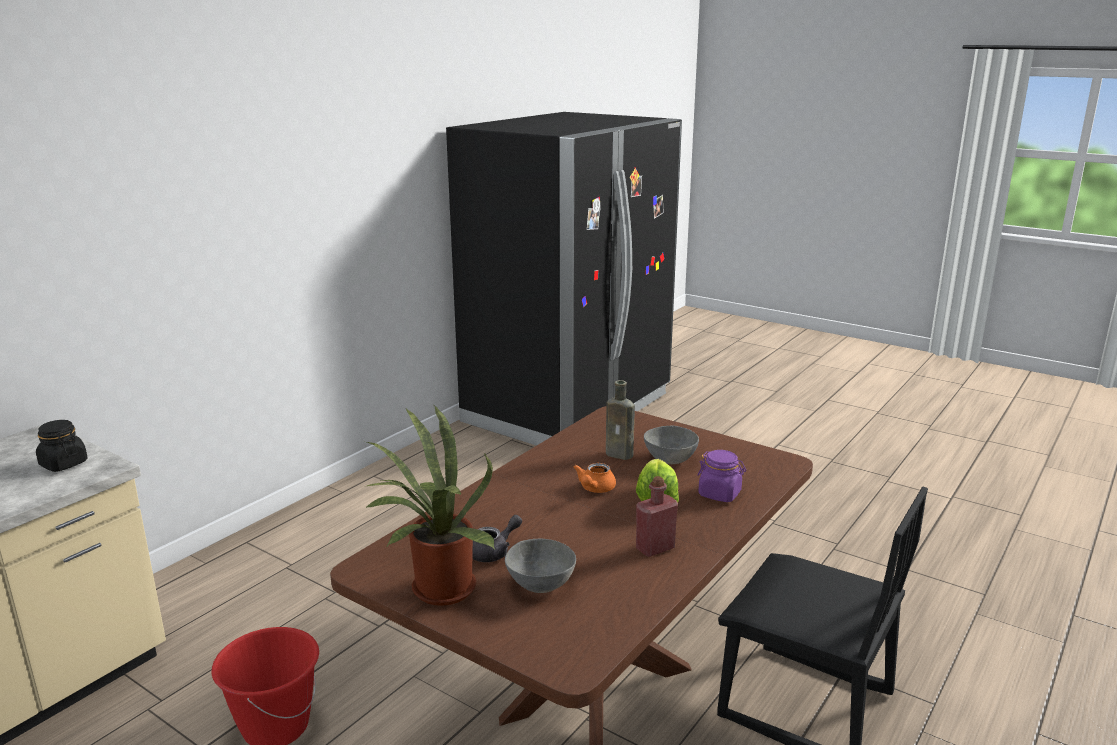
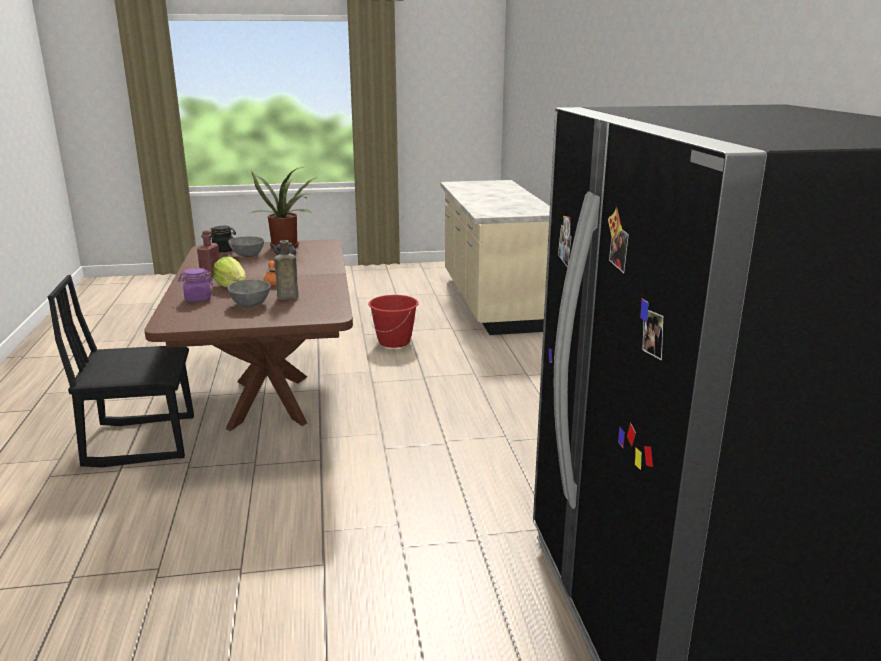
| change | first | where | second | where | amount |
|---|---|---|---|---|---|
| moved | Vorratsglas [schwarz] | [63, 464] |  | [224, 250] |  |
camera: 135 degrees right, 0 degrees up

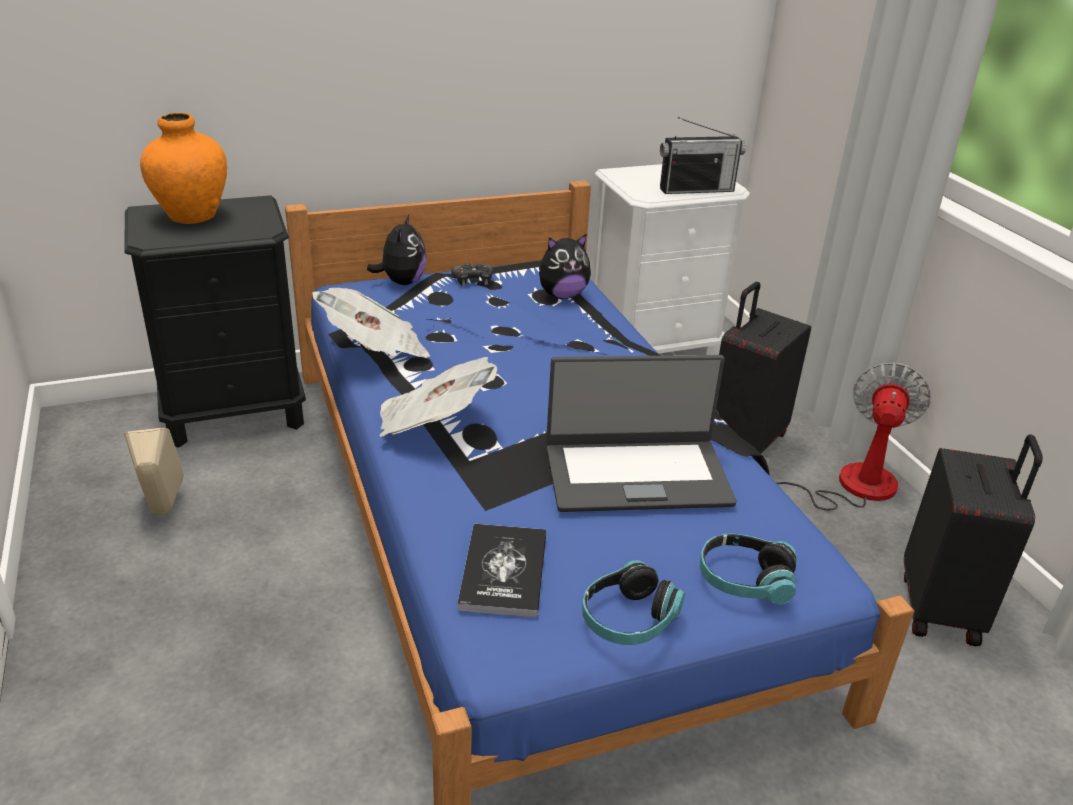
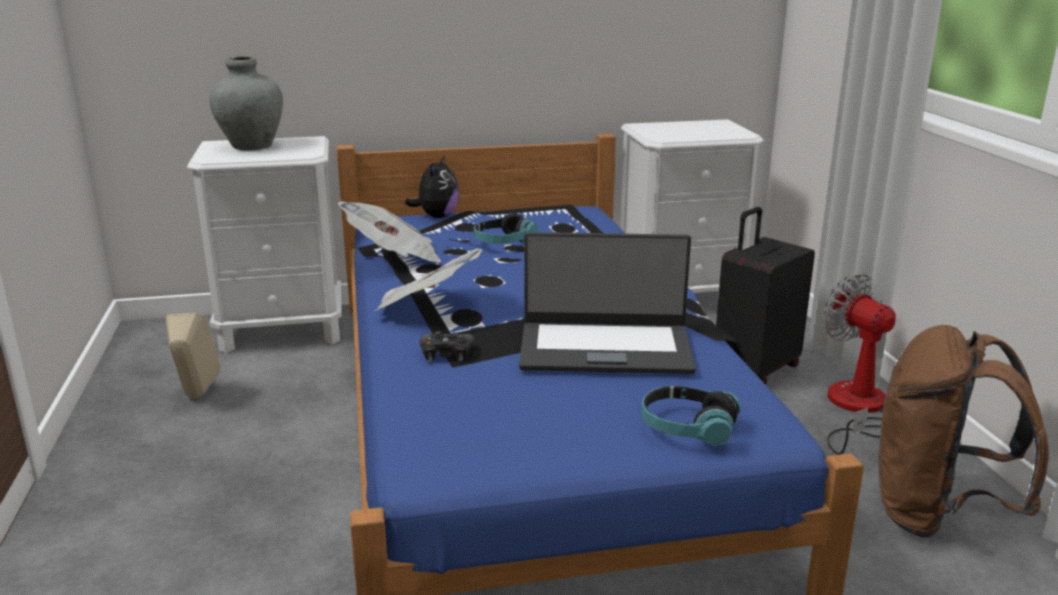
| change | first | where | second | where | amount |
|---|---|---|---|---|---|
| recoloured | Nachttisch [schwarz] | [235, 412] | Nachttisch [weiß] | [283, 330] |  |
| recoloured | Vase [orange] | [192, 216] | Vase [grau] | [252, 146] |  |
| moved | Gamepad [schwarz] | [473, 280] |  | [446, 353] |  |
| moved | Kopfhörer | [628, 619] |  | [503, 242] |  |
| turned | Ventilator | [848, 486] |  | [854, 409] | 60 degrees counterclockwise |
| replaced | Koffer [schwarz] | [942, 609] | Rucksack [braun] | [936, 514] |  |
| removed | Buch | [504, 571] |  |  |  |
| removed | Plüschtier | [562, 295] |  |  |  |
| removed | Radio | [696, 189] |  |  |  |
camera: 10 degrees right, 10 degrees down

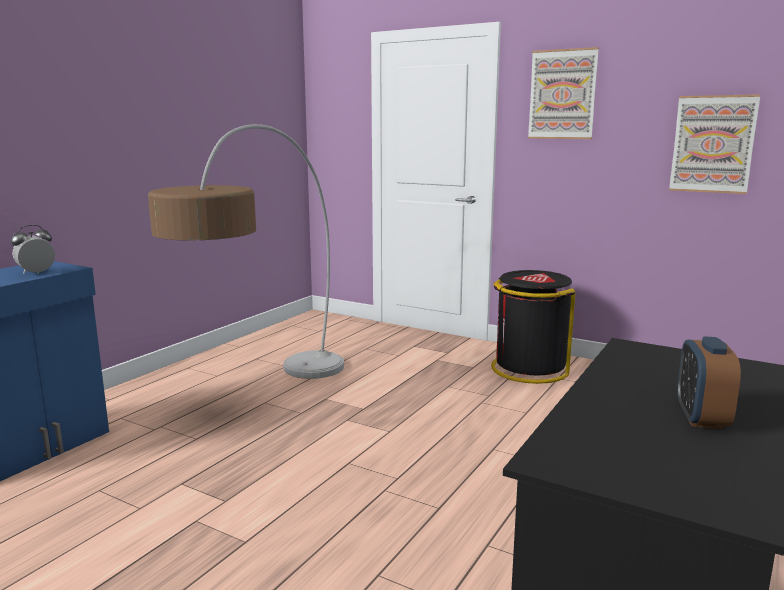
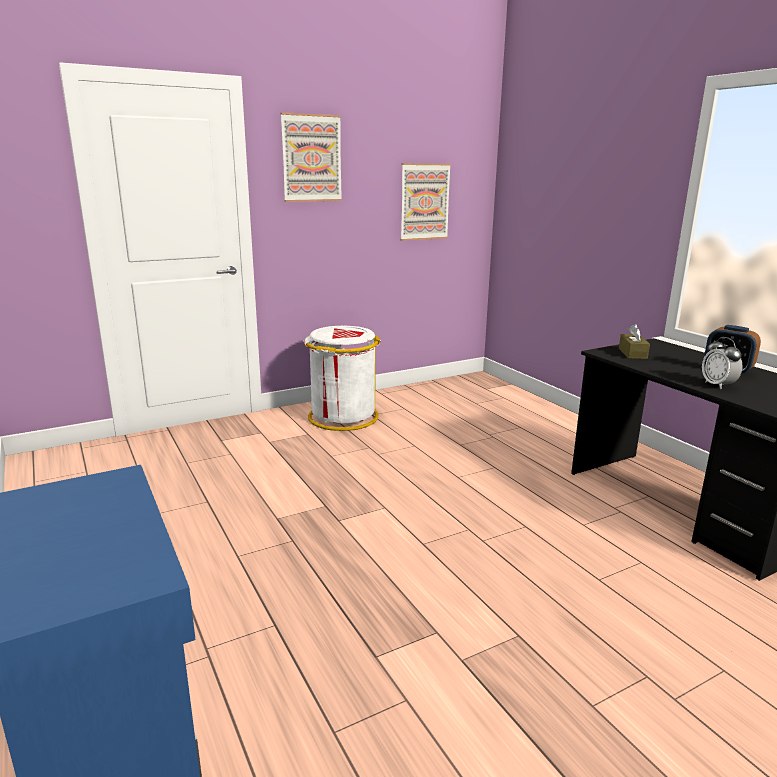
| change | first | where | second | where | amount |
|---|---|---|---|---|---|
| recoloured | Mülleimer [schwarz] | [529, 369] | Mülleimer [weiß] | [342, 417] |  |
| added |  |  | Taschentuchbox [braun] | [632, 353] |  |
| moved | Wecker | [36, 273] |  | [717, 385] |  |
| removed | Stehlampe | [263, 398] |  |  |  |
camera: 60 degrees left, 5 degrees up

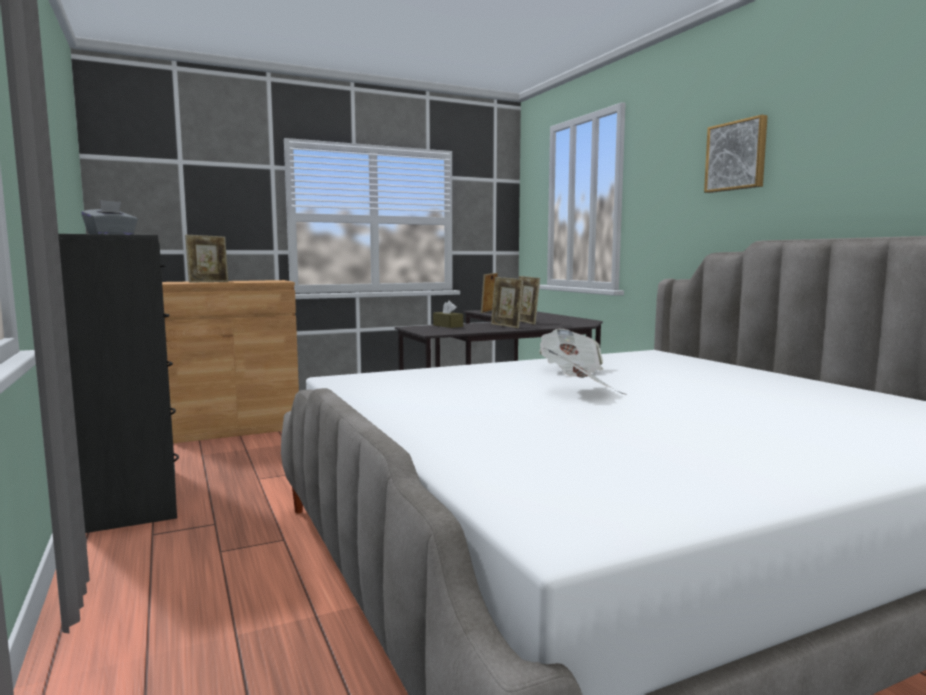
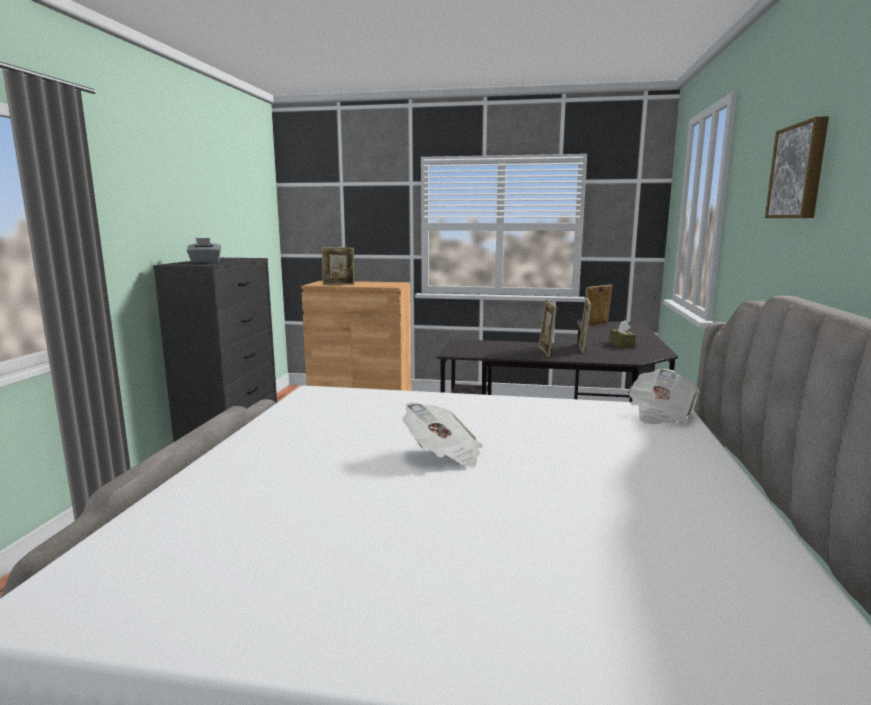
| change | first | where | second | where | amount |
|---|---|---|---|---|---|
| moved | Taschentuchbox [braun] | [448, 326] |  | [621, 344] |  |
| moved | Zeitung | [571, 370] |  | [660, 414] |  |
camera: 35 degrees right, 5 degrees up

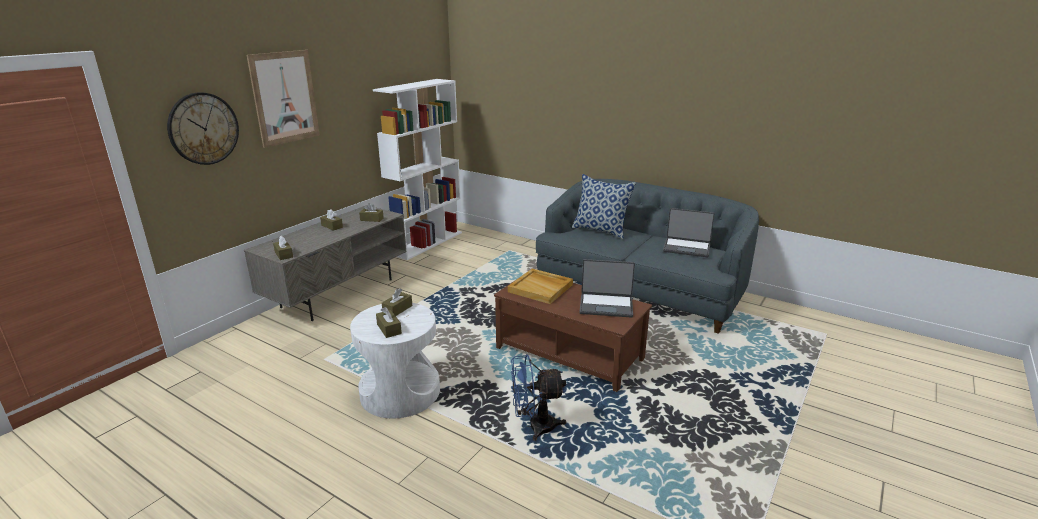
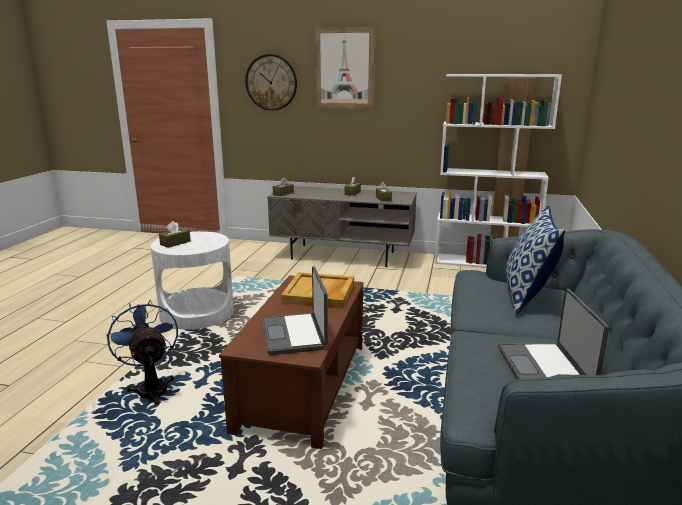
| change | first | where | second | where | amount |
|---|---|---|---|---|---|
| removed | Taschentuchbox [braun] | [397, 309] |  |  |  |
camera: 70 degrees right, 5 degrees down

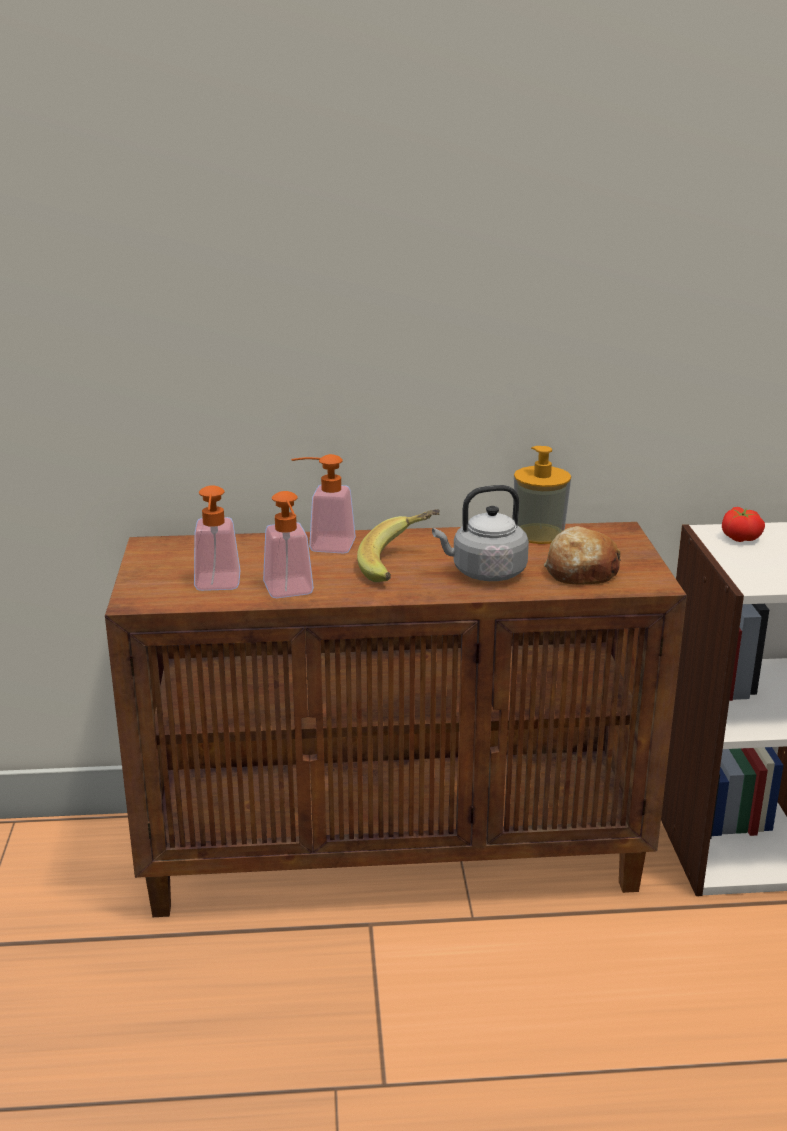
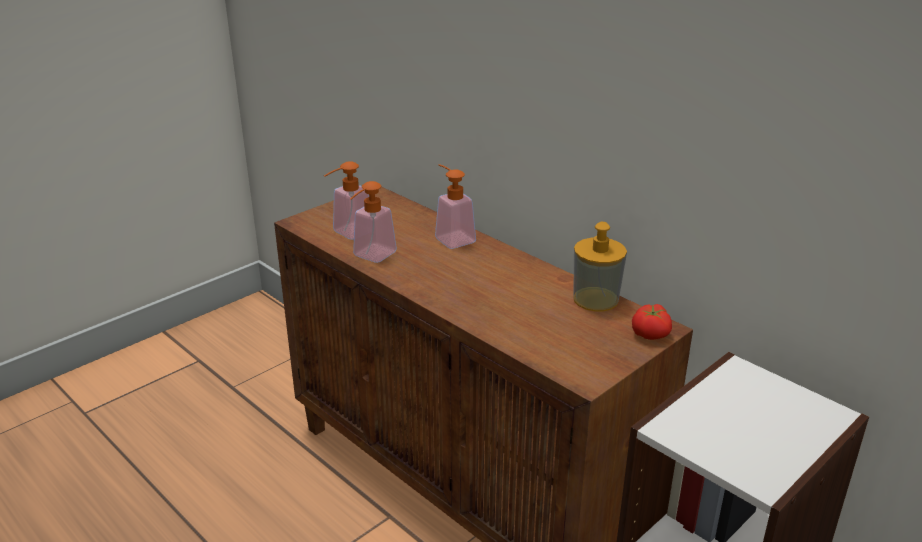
| change | first | where | second | where | amount |
|---|---|---|---|---|---|
| moved | Tomate | [741, 537] |  | [651, 334] |  |
| removed | Banane | [401, 566] |  |  |  |
| removed | Wasserkessel [grau] | [485, 573] |  |  |  |
| removed | Brot | [580, 571] |  |  |  |
camera: 50 degrees right, 5 degrees up

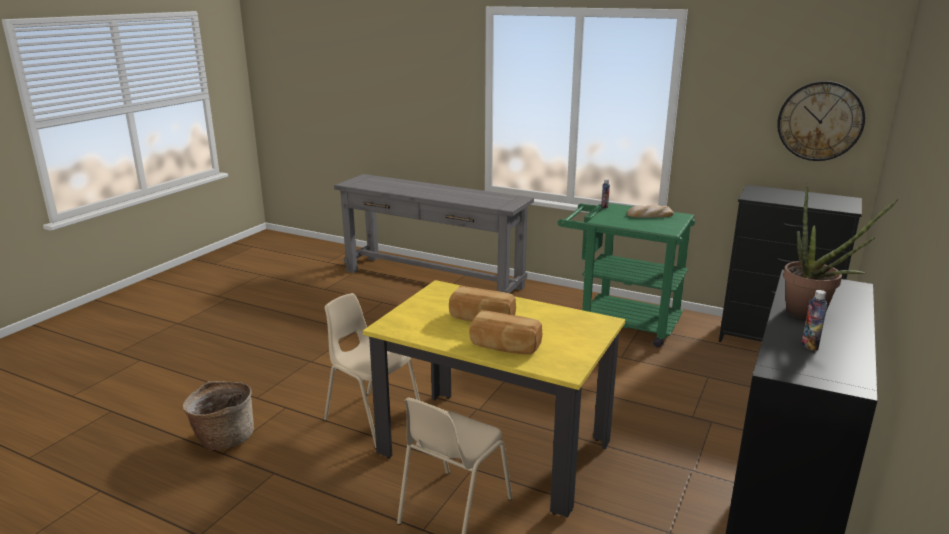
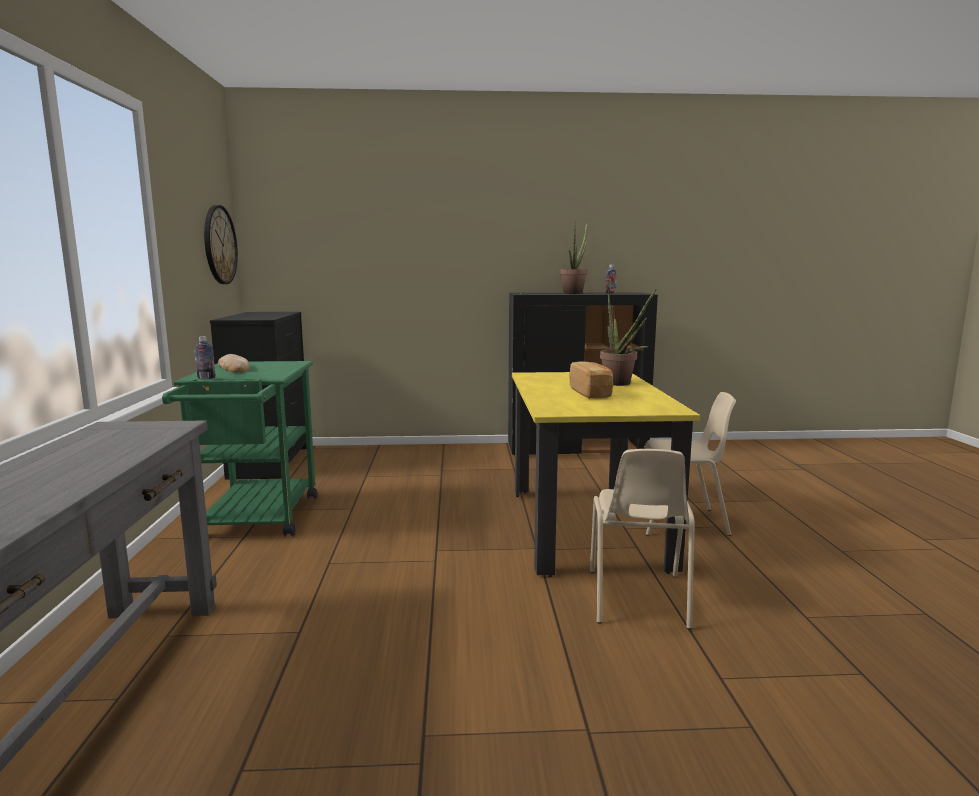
| change | first | where | second | where | amount |
|---|---|---|---|---|---|
| replaced | Brot | [505, 346] | Topfpflanze | [621, 384] |  |
| removed | Korb | [223, 438] |  |  |  |
camera: 120 degrees left, 10 degrees down

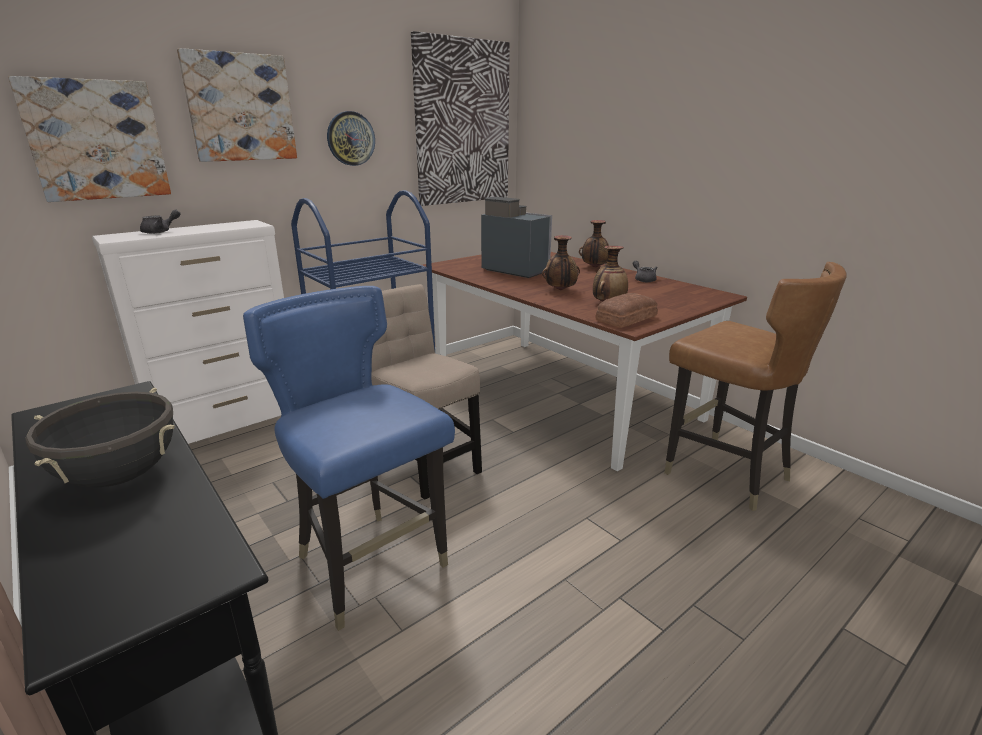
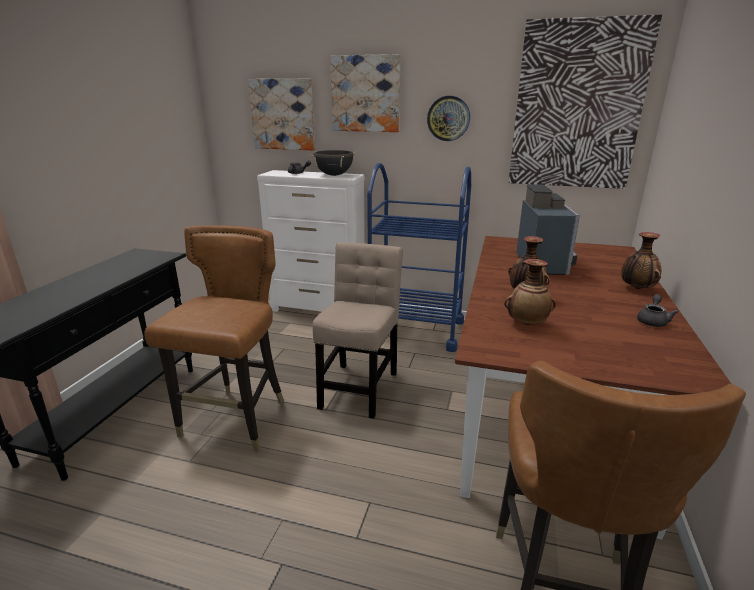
| change | first | where | second | where | amount |
|---|---|---|---|---|---|
| recoloured | Stuhl [blau] | [370, 566] | Stuhl [braun] | [236, 421] |  |
| moved | Kochtopf [schwarz] | [121, 476] |  | [334, 175] |  |
| removed | Brot | [624, 318] |  |  |  |
camera: 55 degrees right, 0 degrees up

